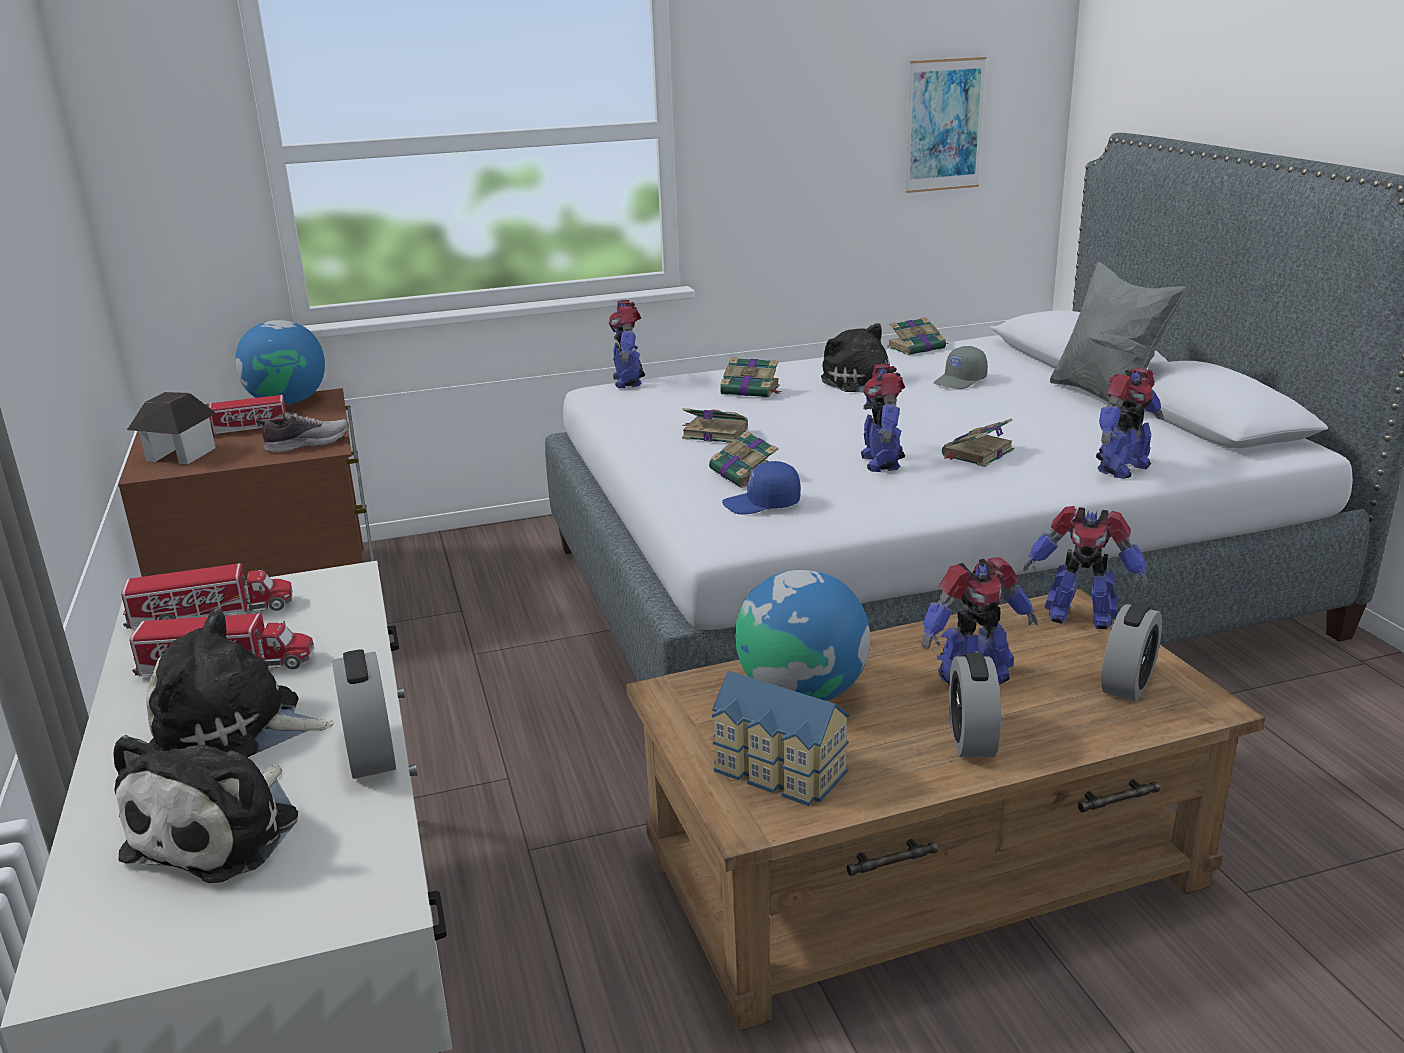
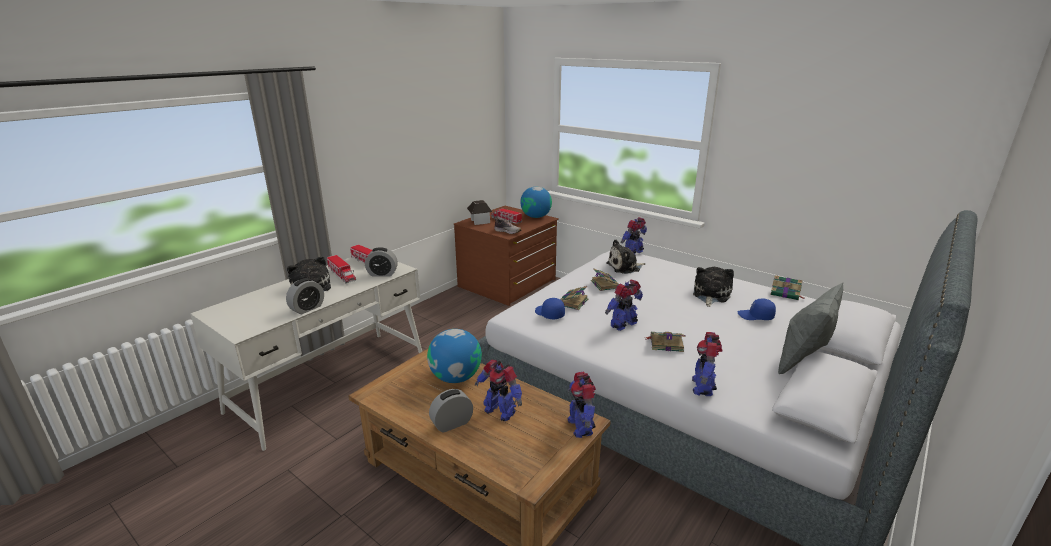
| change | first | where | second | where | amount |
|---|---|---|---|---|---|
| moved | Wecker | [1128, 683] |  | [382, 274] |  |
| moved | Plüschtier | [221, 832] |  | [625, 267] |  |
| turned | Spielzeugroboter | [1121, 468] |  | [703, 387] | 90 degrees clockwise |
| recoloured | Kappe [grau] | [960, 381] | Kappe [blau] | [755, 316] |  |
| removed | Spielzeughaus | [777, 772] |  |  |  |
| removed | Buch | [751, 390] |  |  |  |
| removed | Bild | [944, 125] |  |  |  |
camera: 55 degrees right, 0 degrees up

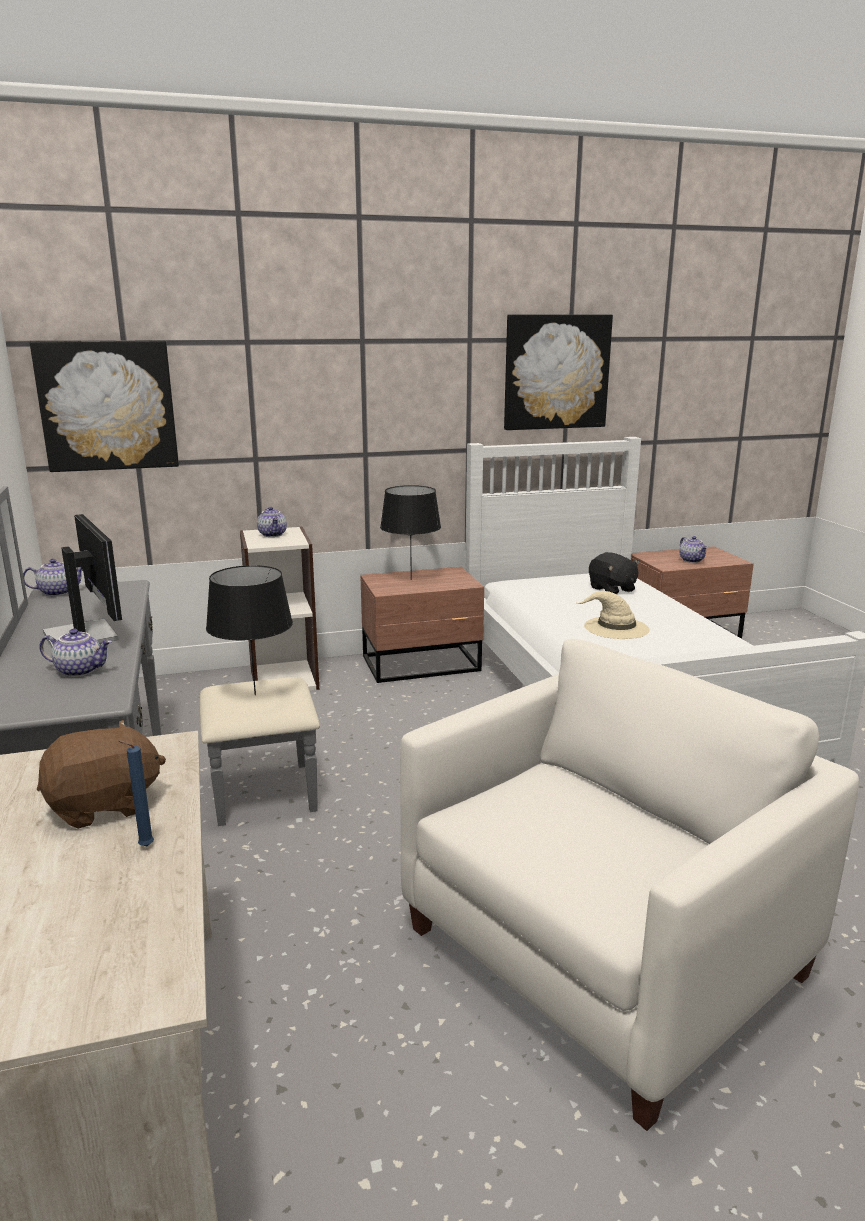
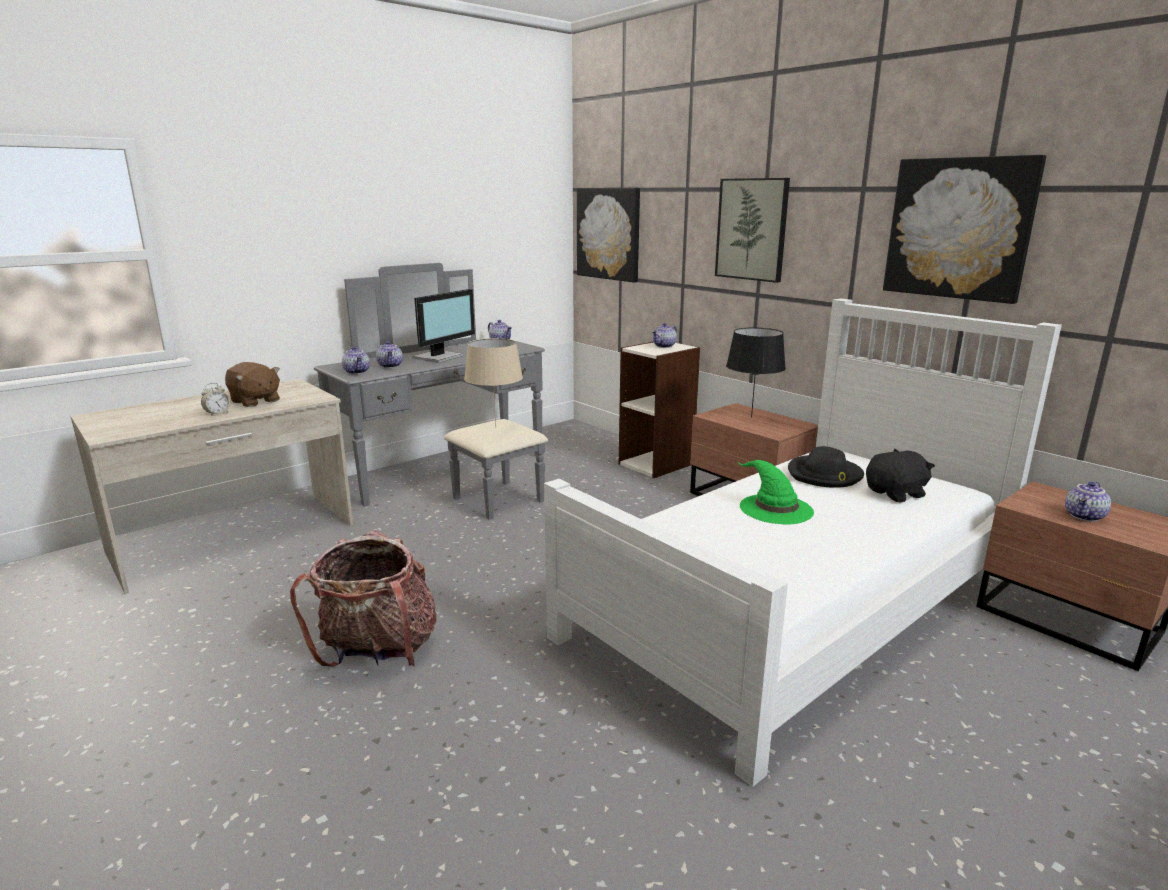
| change | first | where | second | where | amount |
|---|---|---|---|---|---|
| replaced | Kerze [blau] | [143, 847] | Wecker | [217, 413] |  |
| replaced | Sessel [weiß] | [601, 951] | Rucksack | [378, 652] |  |
| added |  |  | Teekanne | [357, 372] |  |
| recoloured | Tischlampe [schwarz] | [255, 694] | Tischlampe [beige] | [495, 428] |  |
| added |  |  | Bild | [752, 229] |  |
| recoloured | Hut [beige] | [615, 628] | Hut [grün] | [774, 508] |  |
| added |  |  | Hut [schwarz] | [824, 475] |  |
| turned | Plüschtier [schwarz] | [612, 589] |  | [896, 494] | 150 degrees counterclockwise |
camera: 65 degrees right, 0 degrees up

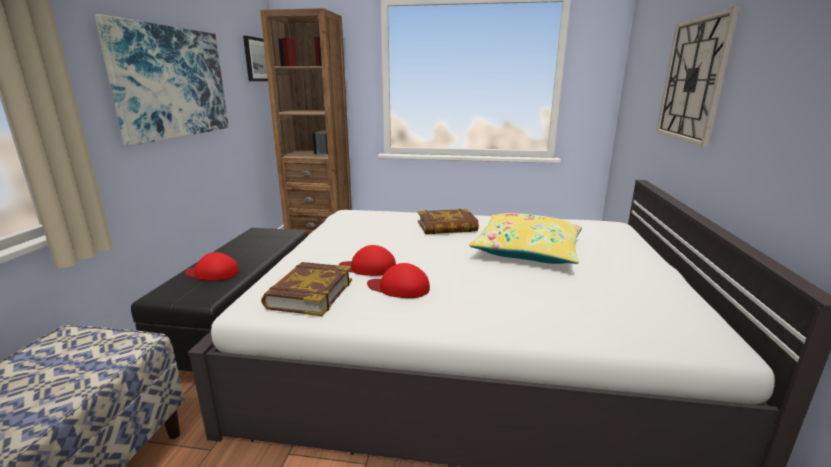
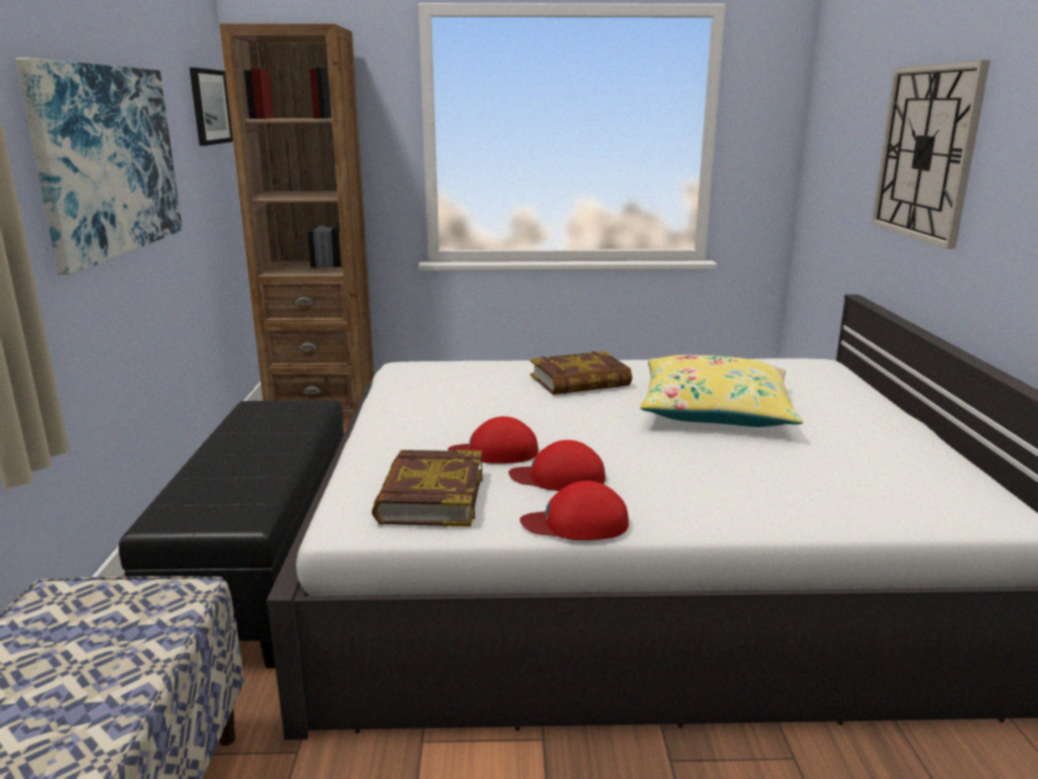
| change | first | where | second | where | amount |
|---|---|---|---|---|---|
| moved | Kappe [rot] | [212, 273] |  | [576, 523] |  |
camera: 10 degrees left, 0 degrees up

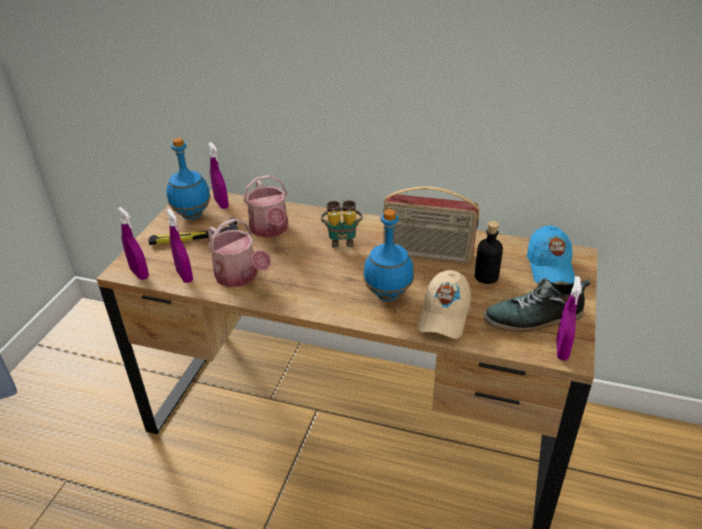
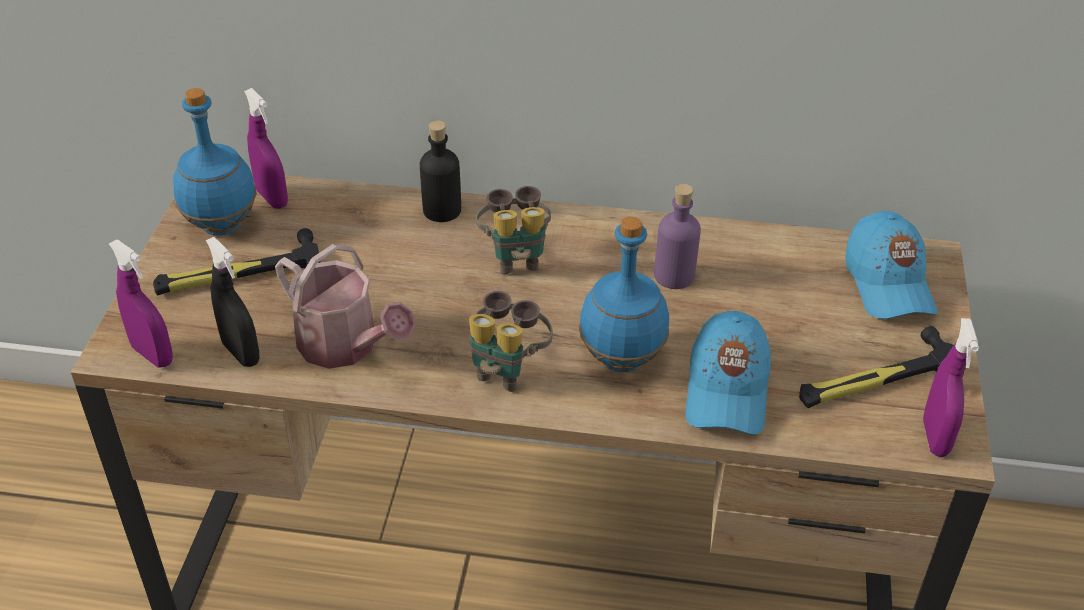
| change | first | where | second | where | amount |
|---|---|---|---|---|---|
| recoloured | Sprühflasche [lila] | [185, 276] | Sprühflasche [schwarz] | [241, 353] |  |
| moved | Flasche [schwarz] | [486, 276] |  | [442, 210] |  |
| added |  |  | Fernglas | [507, 369] |  |
| replaced | Radio | [427, 255] | Flasche [lila] | [674, 276] |  |
| recoloured | Kappe [beige] | [444, 315] | Kappe [blau] | [727, 390] |  |
| replaced | Schuh | [534, 318] | Hammer | [879, 382] |  |
| removed | Gießkanne | [270, 230] |  |  |  |
camera: 10 degrees left, 5 degrees up

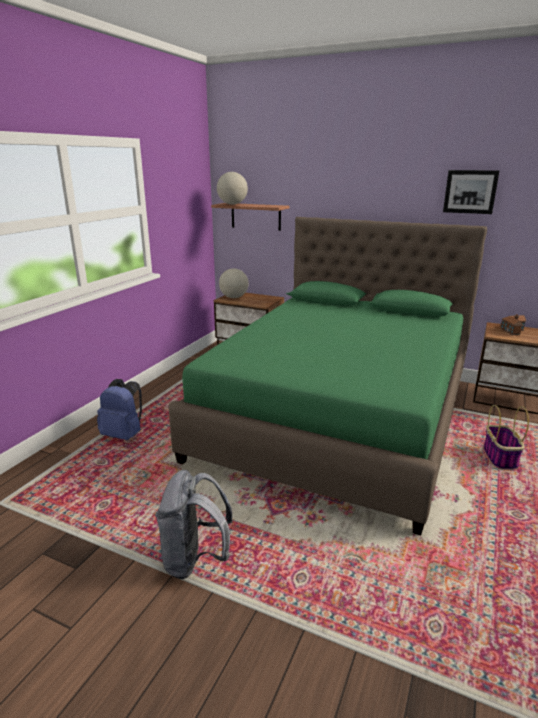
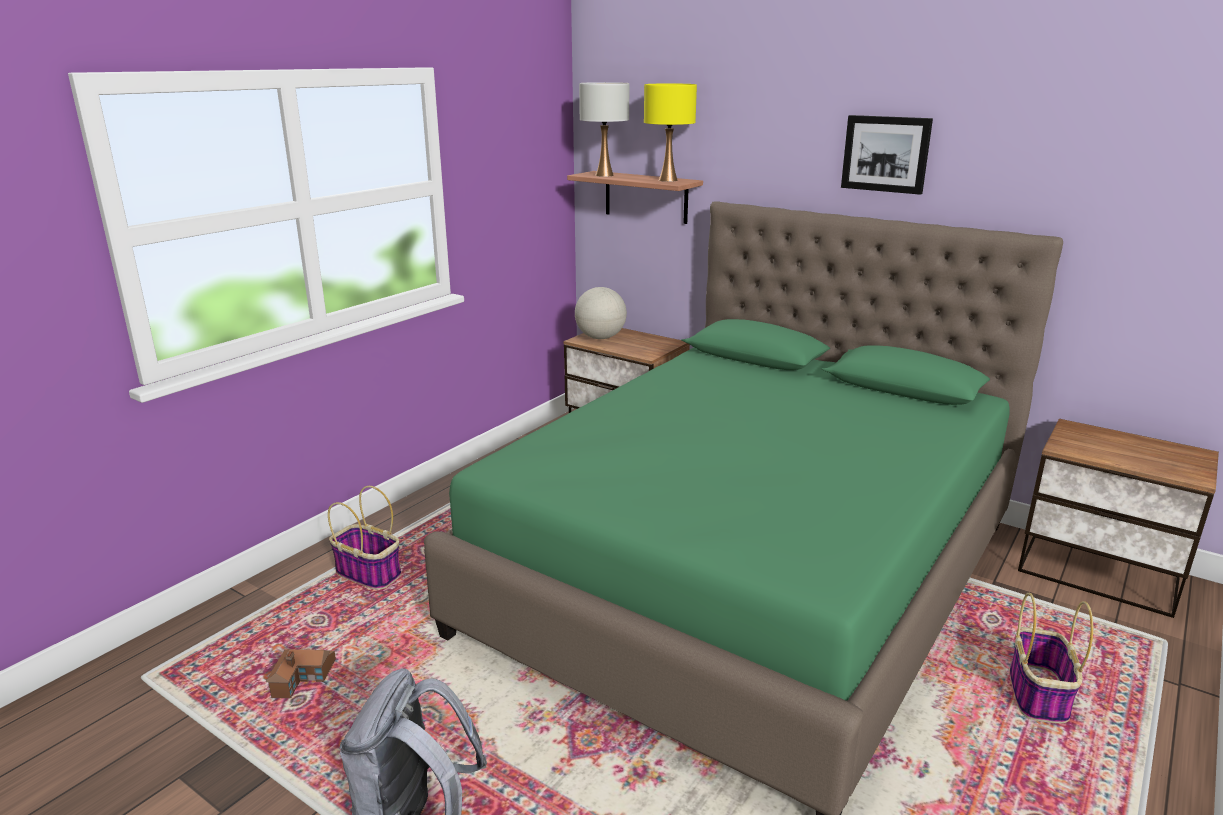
| change | first | where | second | where | amount |
|---|---|---|---|---|---|
| moved | Spielzeughaus | [512, 330] |  | [304, 679] |  |
| replaced | Rucksack [blau] | [124, 435] | Korb | [369, 574] |  |
| replaced | Globus | [232, 204] | Tischlampe [weiß] | [604, 175] |  |
| added |  |  | Tischlampe [gelb] | [668, 180] |  |
| moved | Bild | [470, 191] |  | [886, 154] |  |
camera: 10 degrees right, 0 degrees up

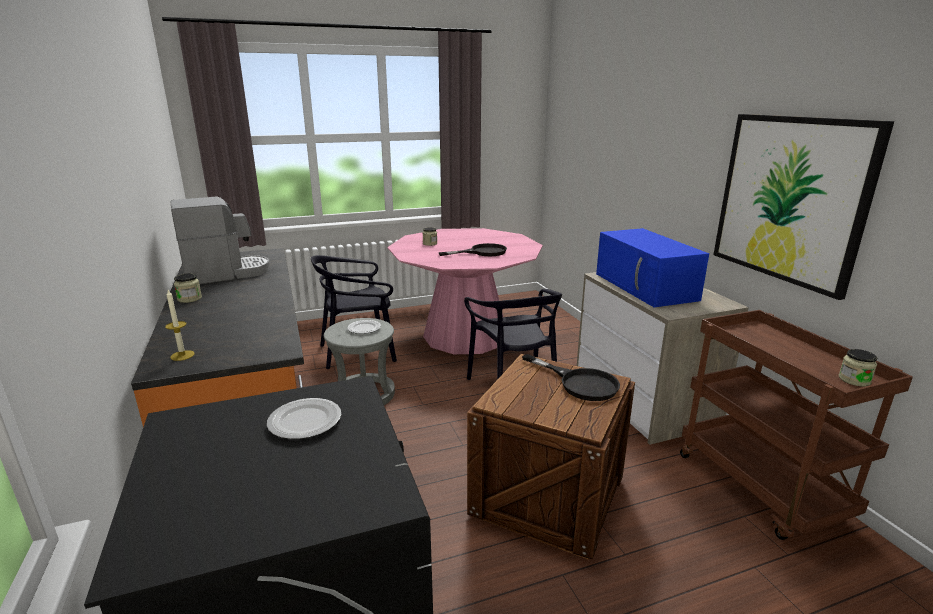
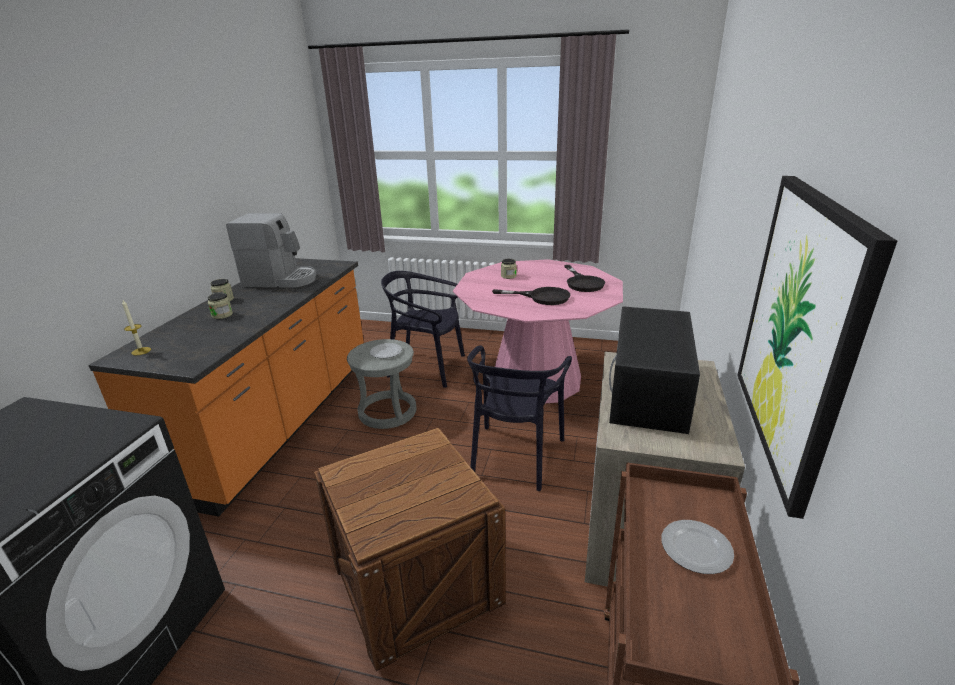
| change | first | where | second | where | amount |
|---|---|---|---|---|---|
| moved | Vorratsglas | [854, 380] |  | [222, 315] |  |
| moved | Pfanne [schwarz] | [580, 383] |  | [582, 283] |  |
| recoloured | Mikrowelle [blau] | [646, 287] | Mikrowelle [schwarz] | [649, 391] |  |
| moved | Teller | [305, 422] |  | [696, 549] |  |
camera: 35 degrees right, 5 degrees up

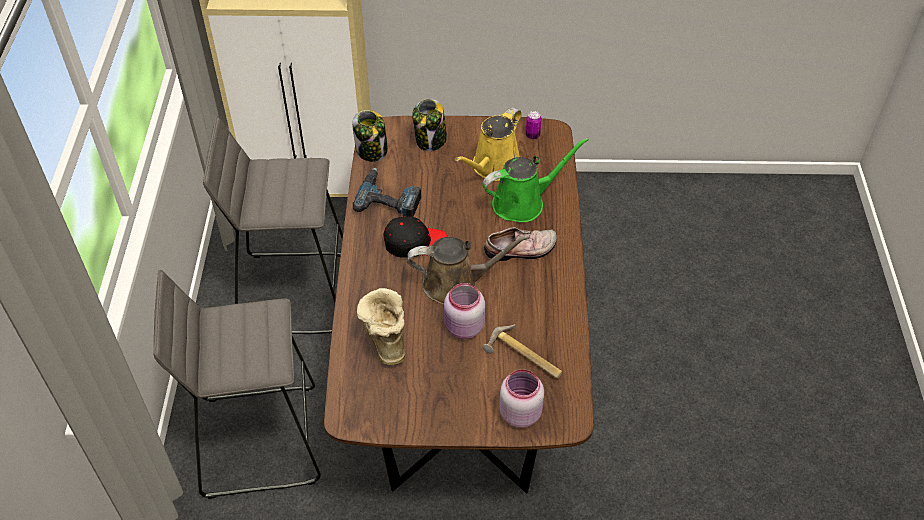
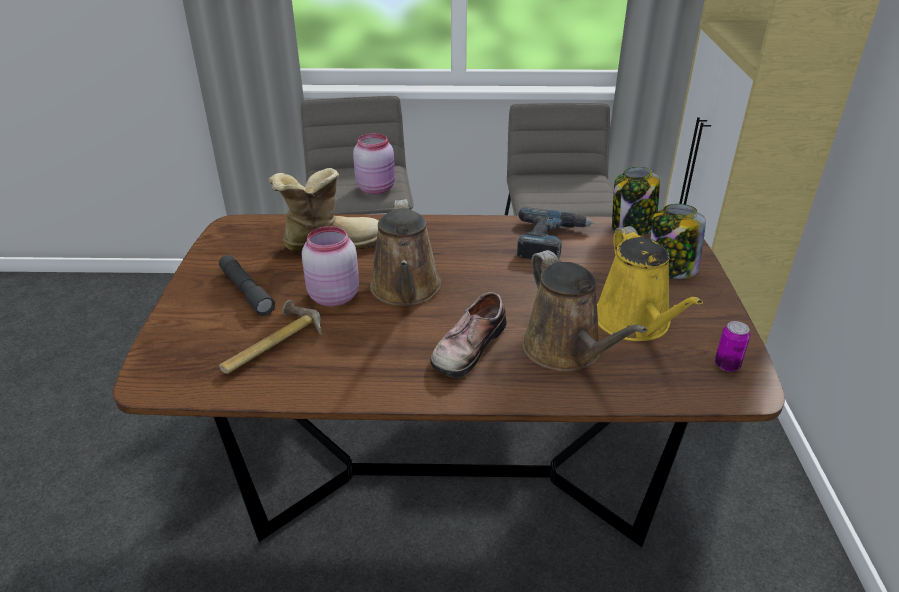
| change | first | where | second | where | amount |
|---|---|---|---|---|---|
| added |  |  | Taschenlampe [grau] | [246, 291] |  |
| moved | Vorratsglas [rosa] | [519, 413] |  | [376, 188] |  |
| turned | Schuh | [521, 250] |  | [466, 346] | 45 degrees clockwise |
| recoloured | Gießkanne [grün] | [523, 202] | Gießkanne [braun] | [566, 351] |  |
| turned | Gießkanne [gelb] | [493, 167] |  | [635, 323] | 135 degrees counterclockwise |
| removed | Kappe [schwarz] | [415, 243] |  |  |  |
camera: 90 degrees right, 15 degrees down

